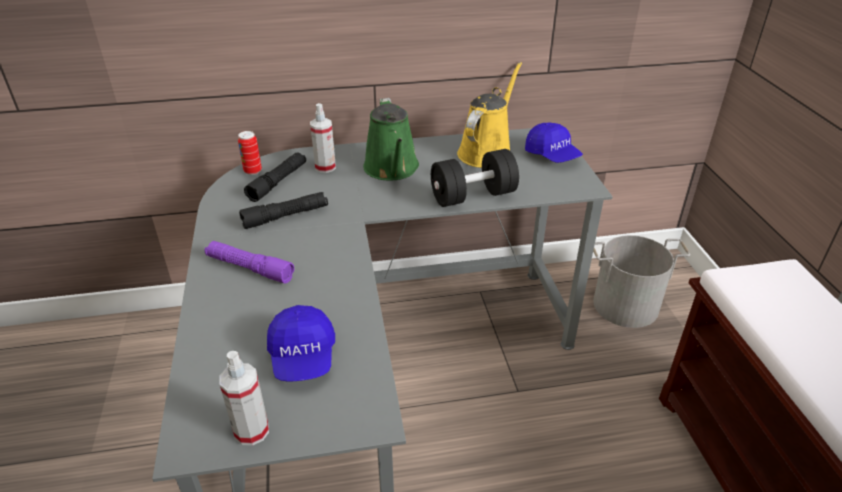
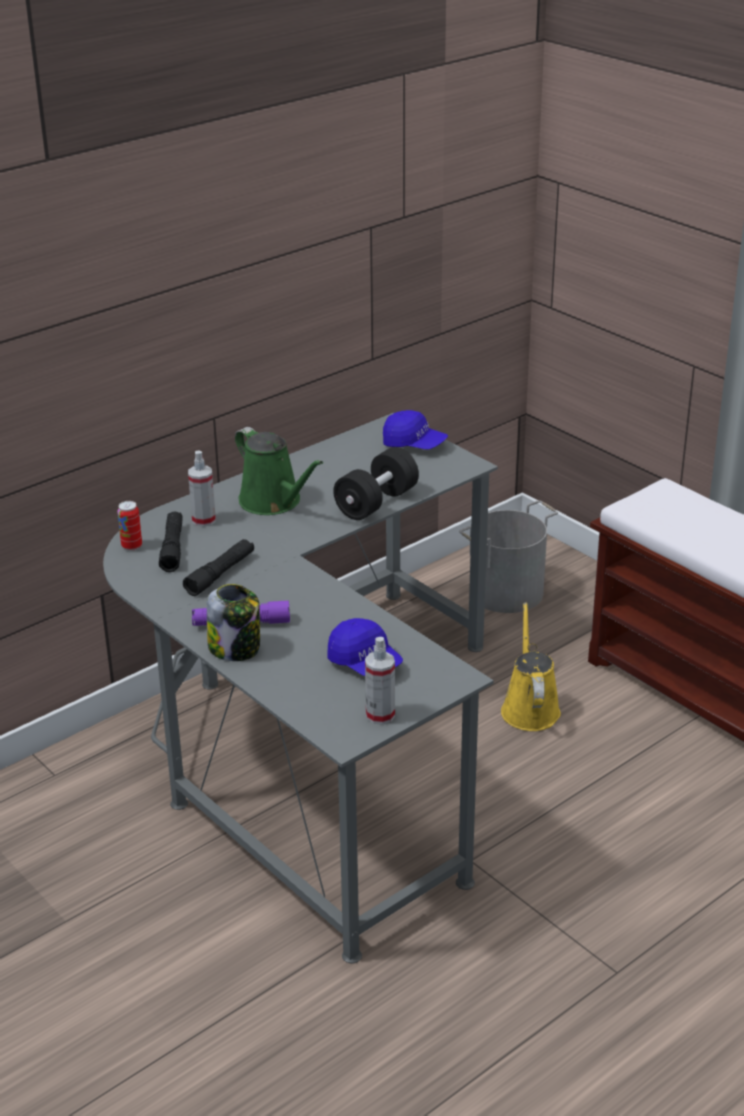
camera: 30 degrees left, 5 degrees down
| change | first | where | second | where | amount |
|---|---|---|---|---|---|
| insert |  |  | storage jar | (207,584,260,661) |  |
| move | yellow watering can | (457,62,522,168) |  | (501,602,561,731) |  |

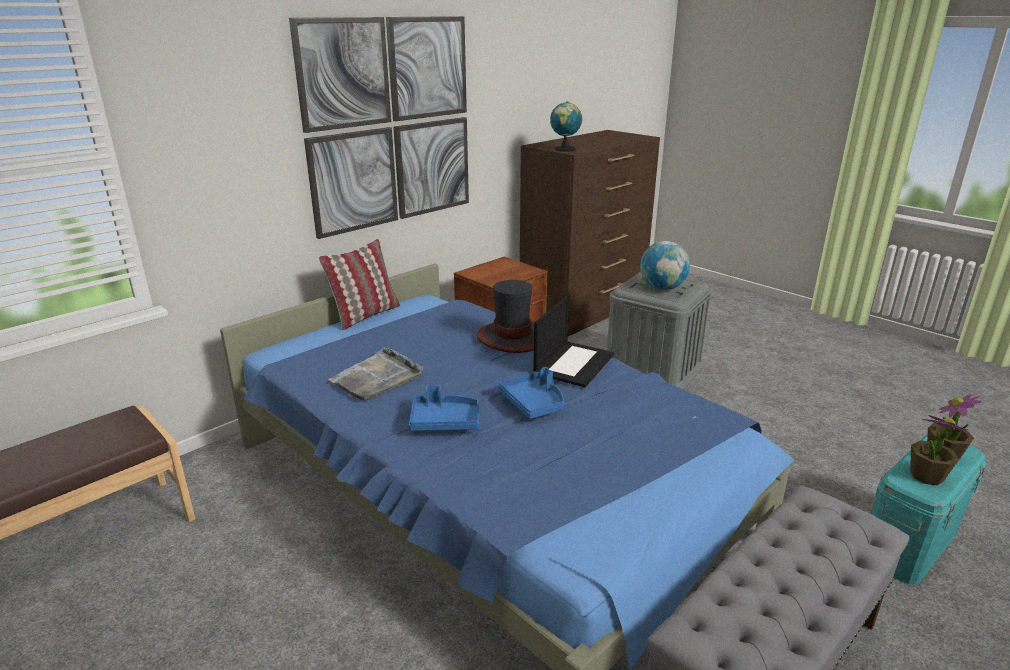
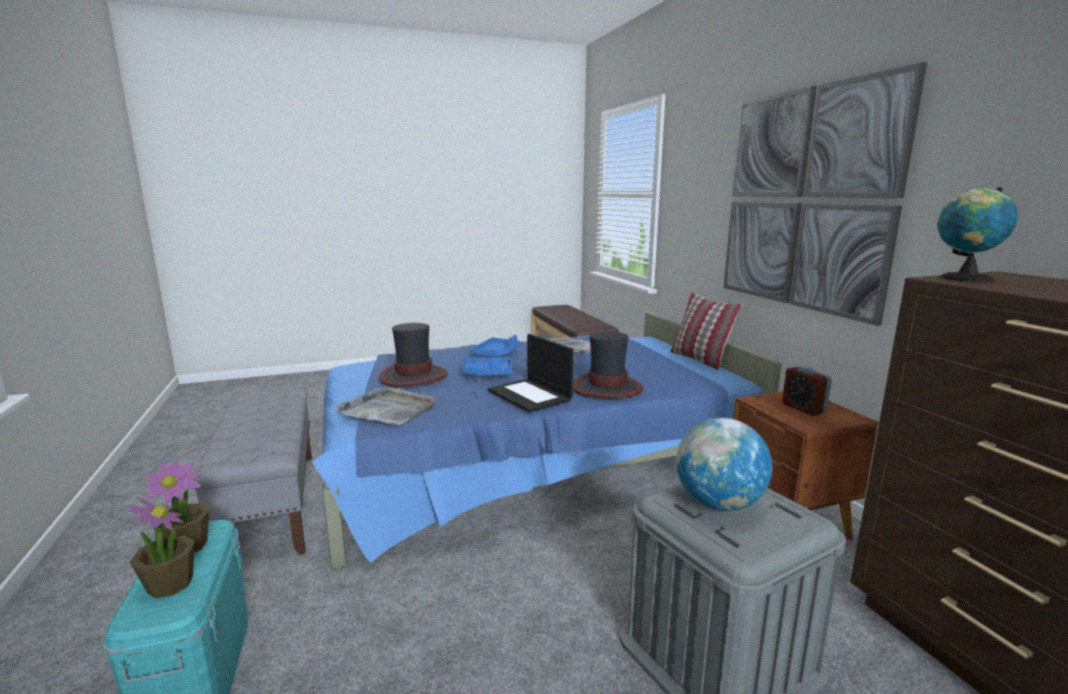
camera: 115 degrees right, 10 degrees down
| change | first | where | second | where | amount |
|---|---|---|---|---|---|
| insert |  |  | gray carrying tray | (333,385,437,425) |  |
| insert |  |  | hat | (379,323,448,387) |  |
| insert |  |  | table clock | (782,366,832,416) |  |

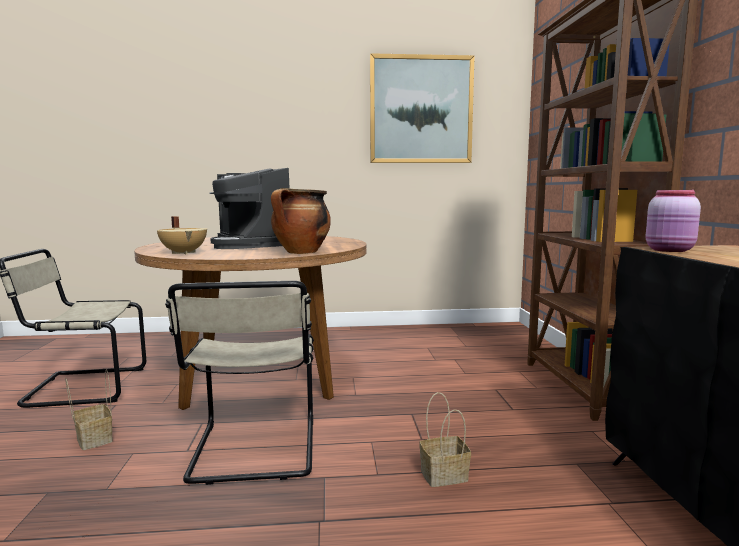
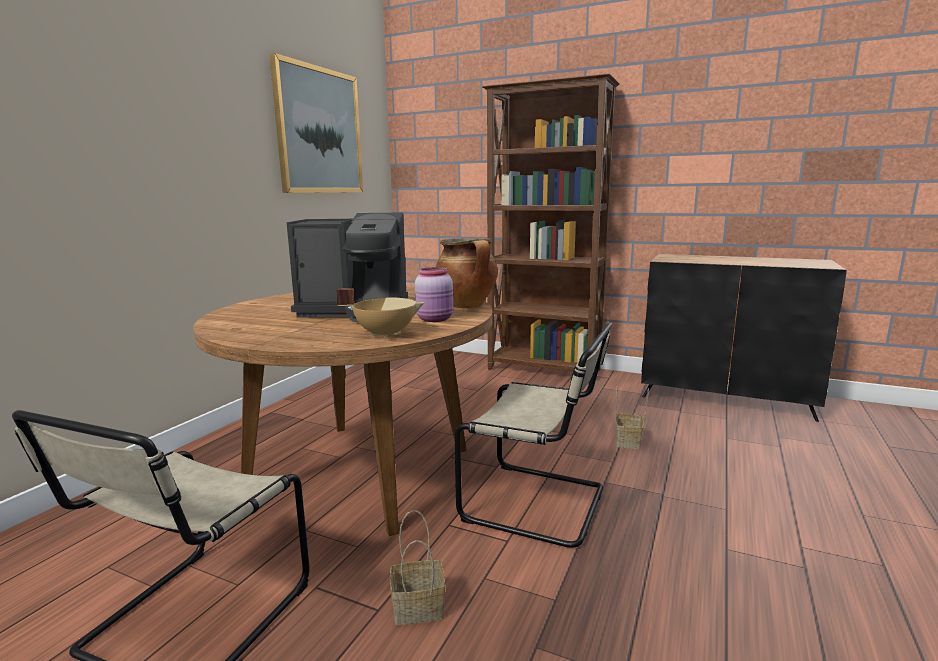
camera: 60 degrees left, 5 degrees up
| change | first | where | second | where | amount |
|---|---|---|---|---|---|
| move | pinkish storage jar | (646,190,701,252) |  | (415,267,453,322) |  |

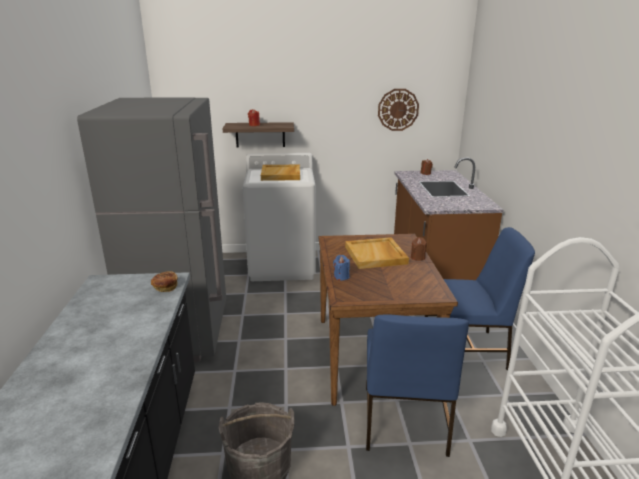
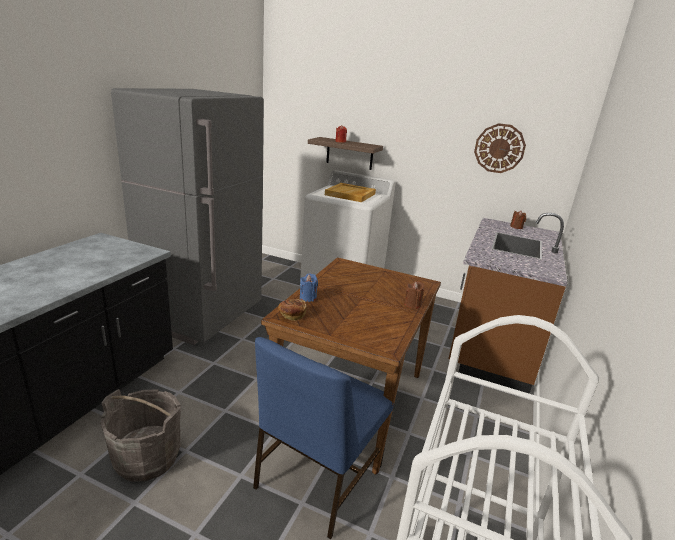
camera: 25 degrees right, 0 degrees up
| change | first | where | second | where | amount |
|---|---|---|---|---|---|
| move | bakery bread | (151,271,178,292) |  | (278,299,307,321) |  |
| delete | beige carrying tray | (345,237,409,269) |  |  |  |
| delete | blue-coloured chair | (425,227,535,370) |  |  |  |

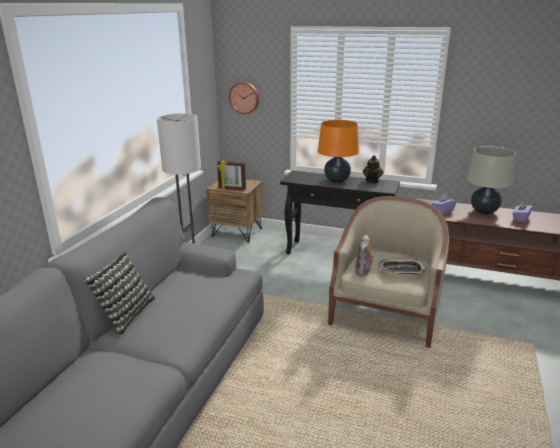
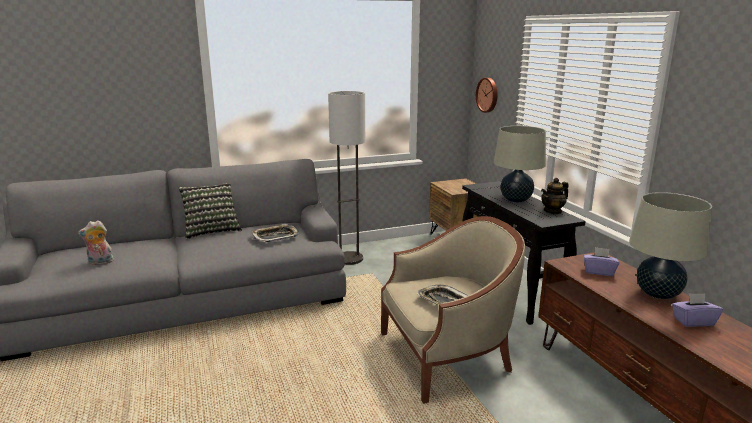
camera: 50 degrees right, 5 degrees down
| change | first | where | second | where | amount |
|---|---|---|---|---|---|
| move | plush toy | (355,235,374,277) |  | (78,220,114,265) |  |
| insert |  |  | carrying tray | (250,224,299,242) |  |
| recolor | orangey table lamp | (318,120,359,183) | beige table lamp | (494,126,546,203) |  |
| delete | photo frame | (217,161,246,191) |  |  |  |

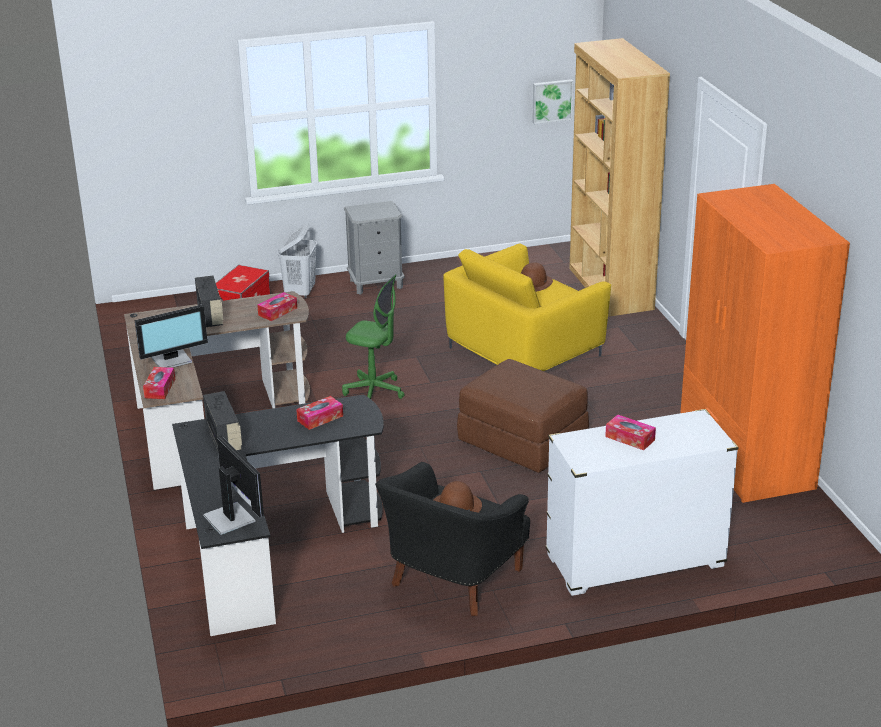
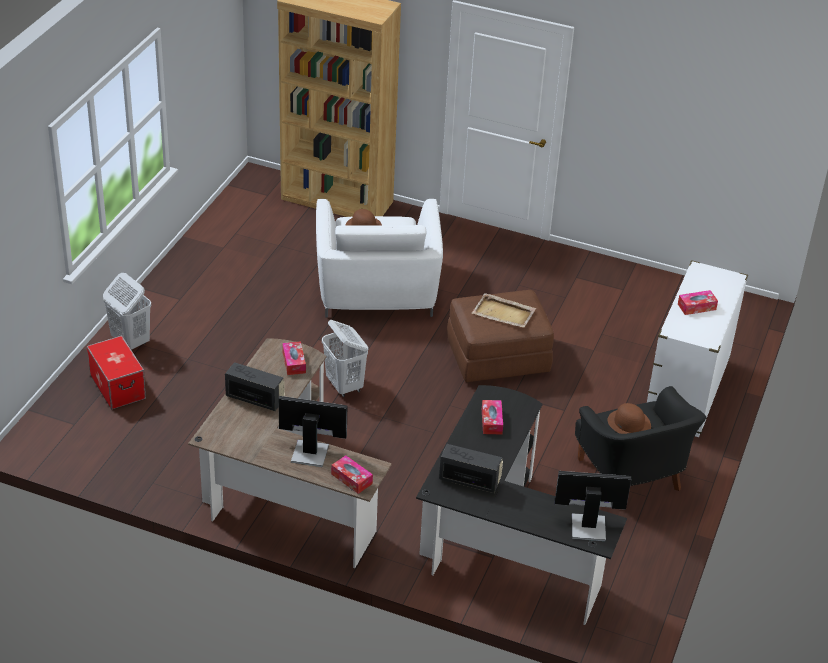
camera: 55 degrees left, 10 degrees up
| change | first | where | second | where | amount |
|---|---|---|---|---|---|
| rotate | monitor | (135,305,208,368) |  | (278,396,347,467) | 90 degrees counterclockwise |
| recolor | yellow easy chair | (443,243,611,371) | whitish easy chair | (316,199,443,318) |  |
| replace | green-coloured computer chair | (342,274,404,399) | whitish hamper | (322,320,368,397) |  |
| insert |  |  | beige carrying tray | (472,293,536,328) |  |
| delete | gray night table | (344,201,405,295) |  |  |  |
| delete | wall art | (532,79,573,124) |  |  |  |
| delete | orangey wardrobe | (680,184,850,503) |  |  |  |

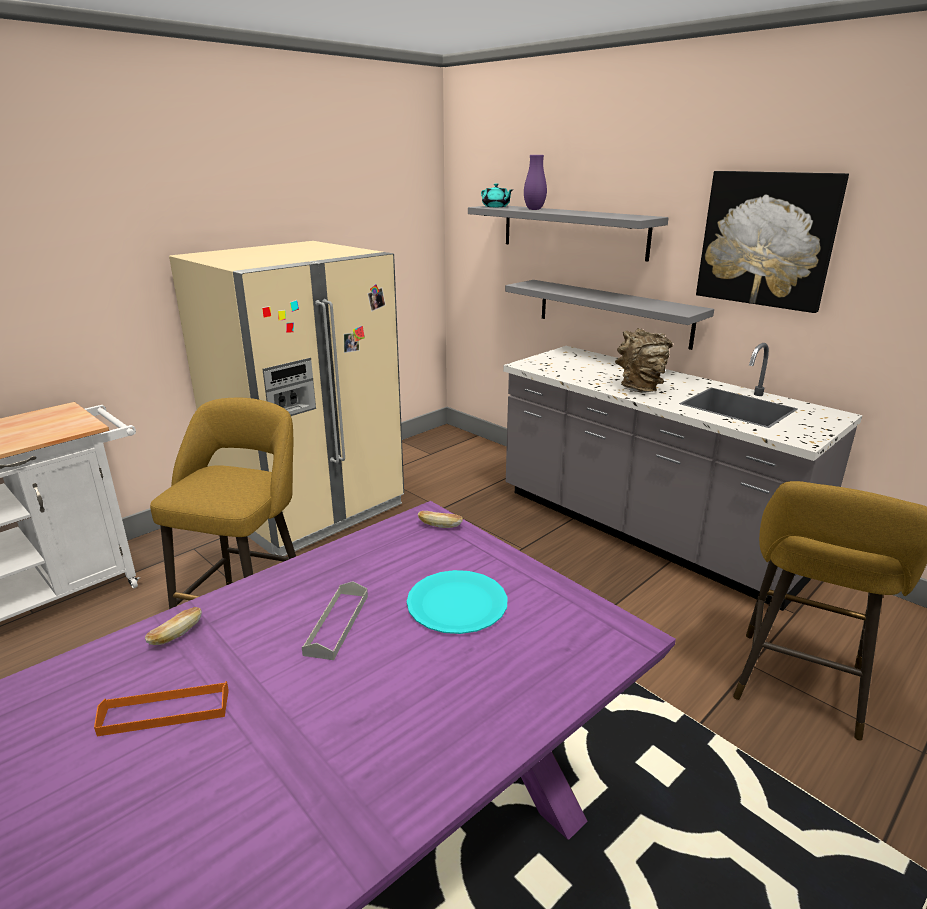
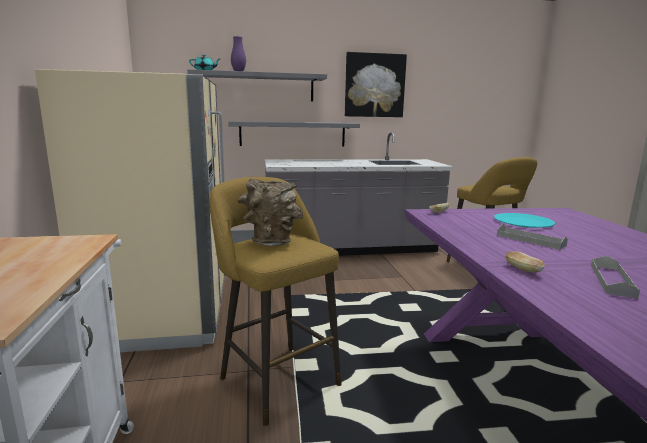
camera: 55 degrees left, 10 degrees down
| change | first | where | second | where | amount |
|---|---|---|---|---|---|
| move | brown-coloured vase | (615,328,673,393) |  | (237,178,303,246) |  |
| recolor | orangey carrying tray | (94,681,229,736) | gray carrying tray | (591,256,640,299) |  |

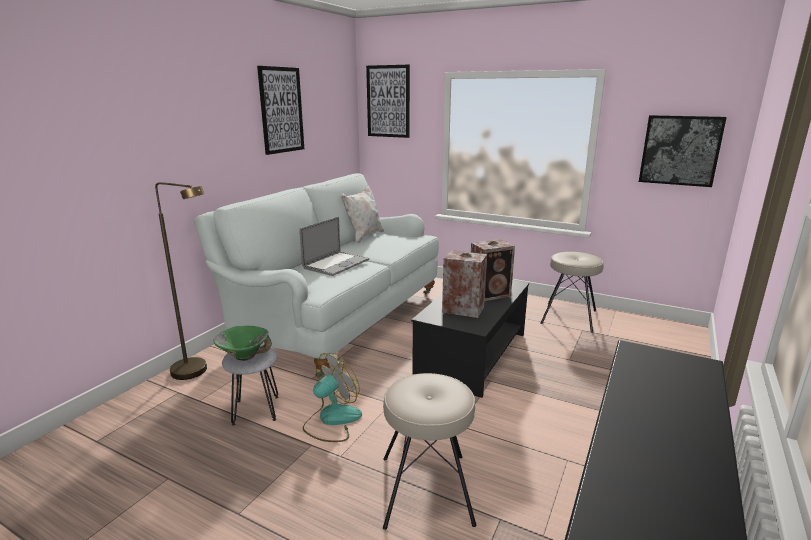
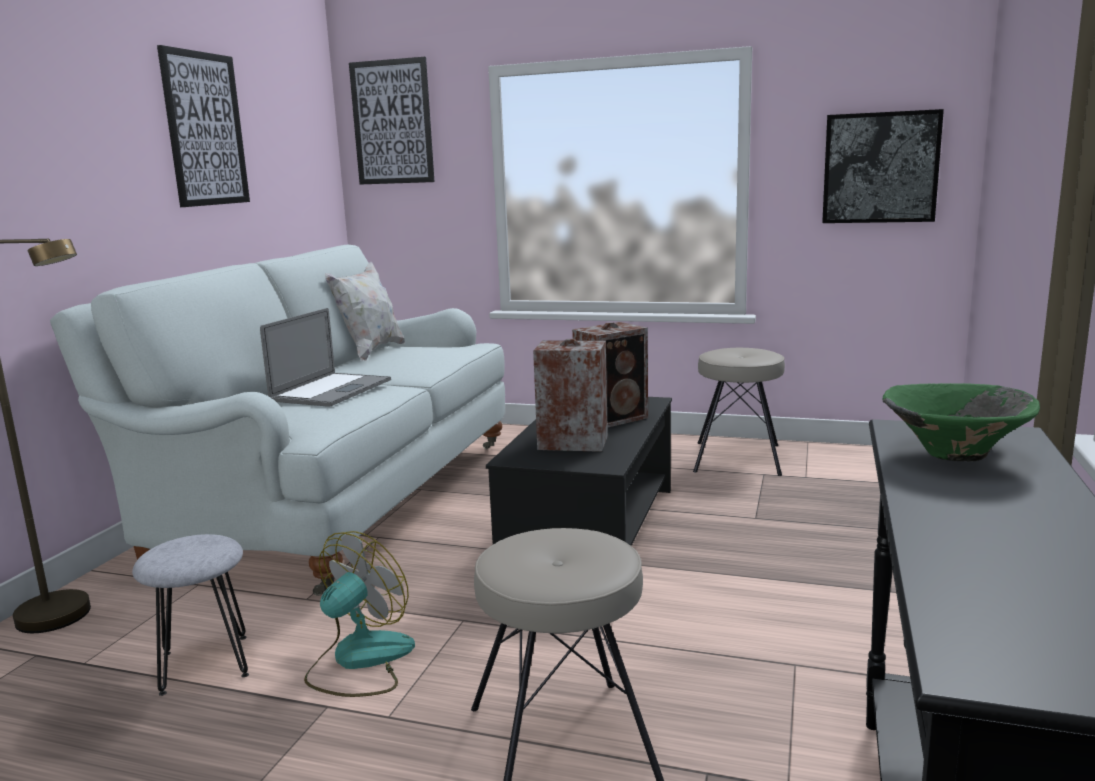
camera: 10 degrees left, 5 degrees down
| change | first | where | second | where | amount |
|---|---|---|---|---|---|
| move | green-coloured bowl | (213,326,272,361) |  | (883,383,1040,461) |  |

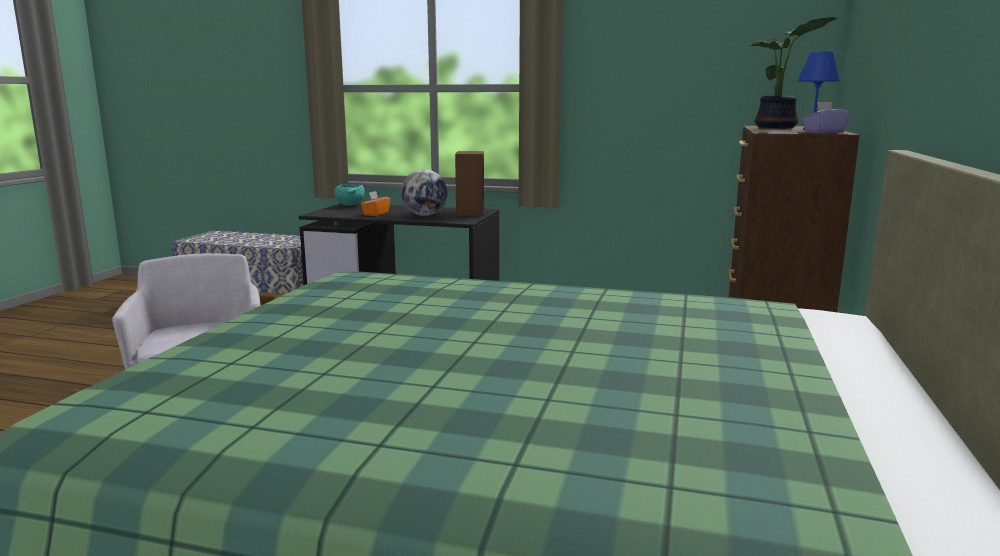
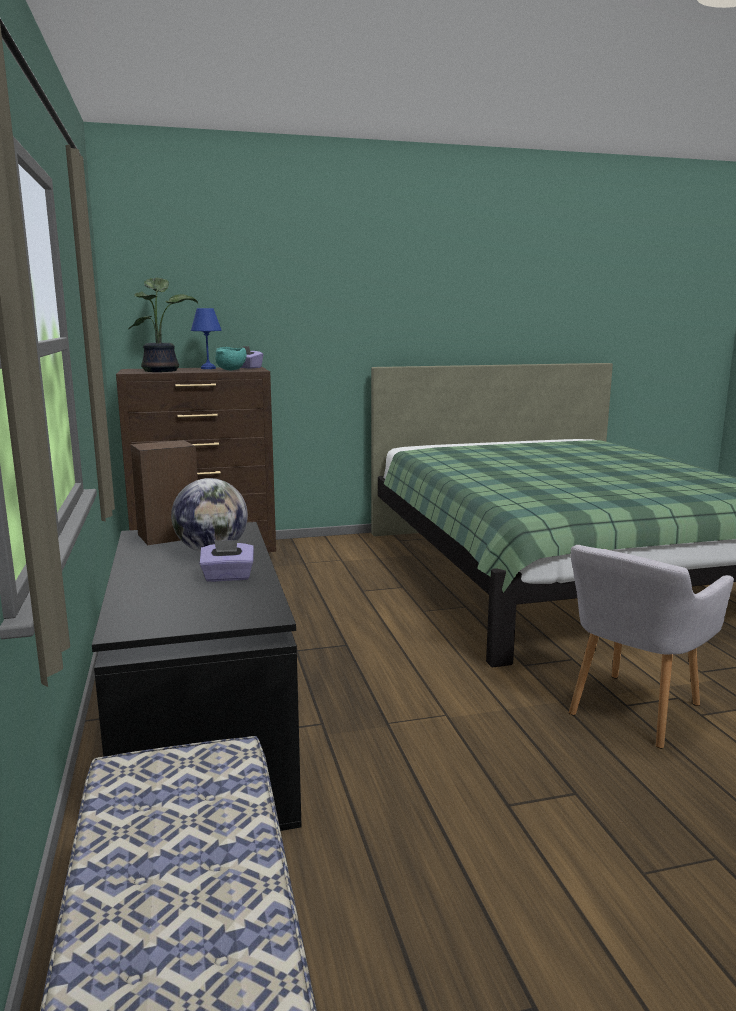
camera: 120 degrees left, 0 degrees up
| change | first | where | second | where | amount |
|---|---|---|---|---|---|
| recolor | orangey tissue box | (361,191,390,216) | purple-coloured tissue box | (199,540,254,582) |  |
| move | turquoise-coloured bowl | (335,184,365,206) |  | (215,347,247,370) |  |

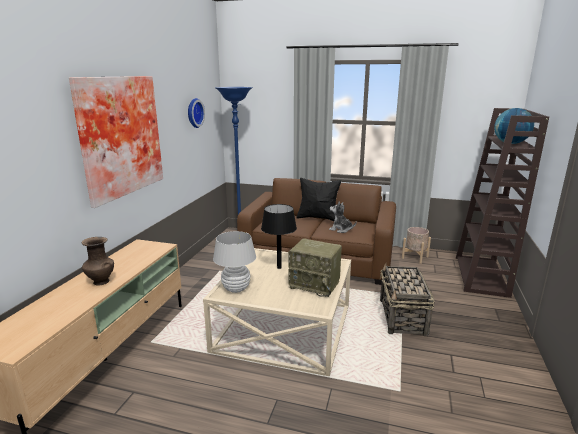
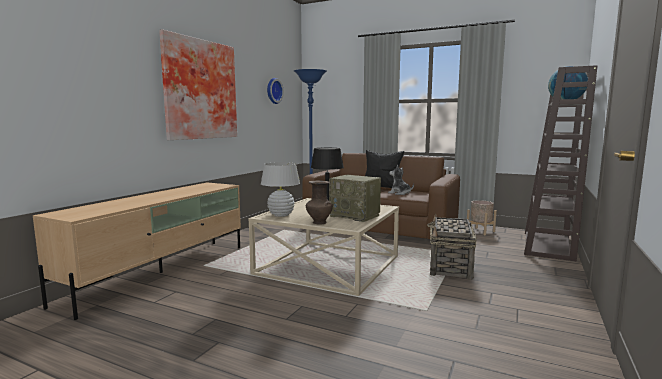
camera: 10 degrees right, 10 degrees down
| change | first | where | second | where | amount |
|---|---|---|---|---|---|
| move | brown-coloured vase | (82,237,114,285) |  | (306,180,333,225) |  |

